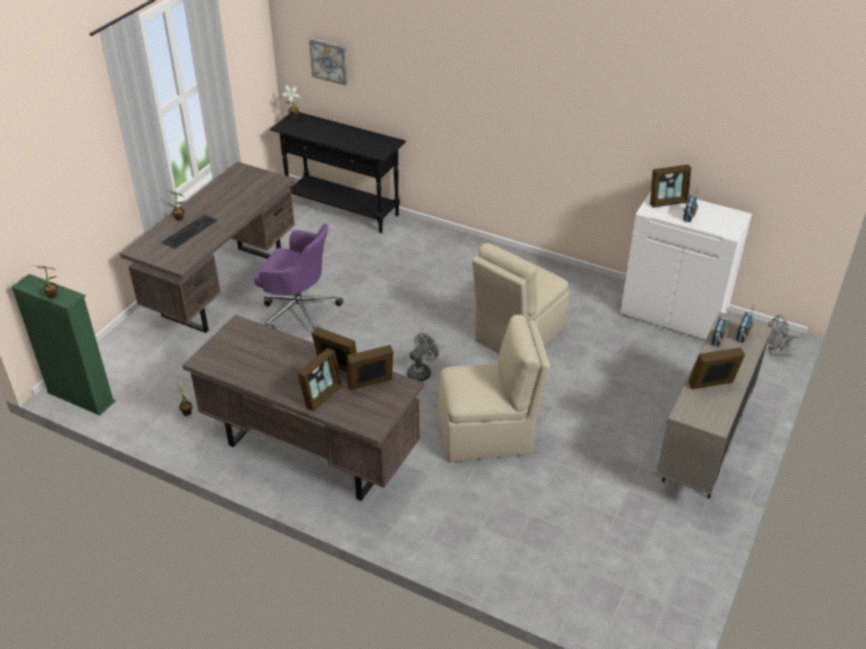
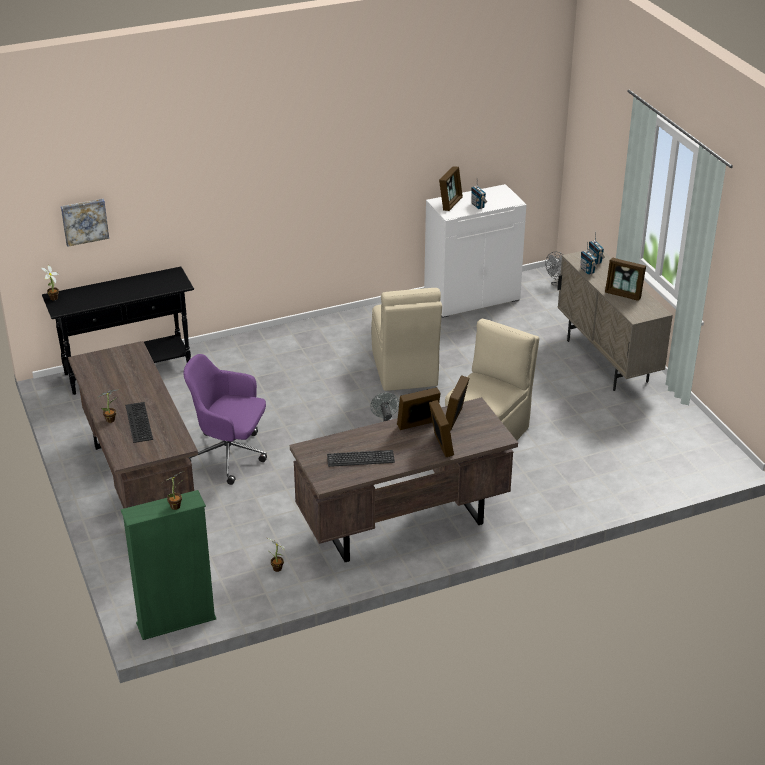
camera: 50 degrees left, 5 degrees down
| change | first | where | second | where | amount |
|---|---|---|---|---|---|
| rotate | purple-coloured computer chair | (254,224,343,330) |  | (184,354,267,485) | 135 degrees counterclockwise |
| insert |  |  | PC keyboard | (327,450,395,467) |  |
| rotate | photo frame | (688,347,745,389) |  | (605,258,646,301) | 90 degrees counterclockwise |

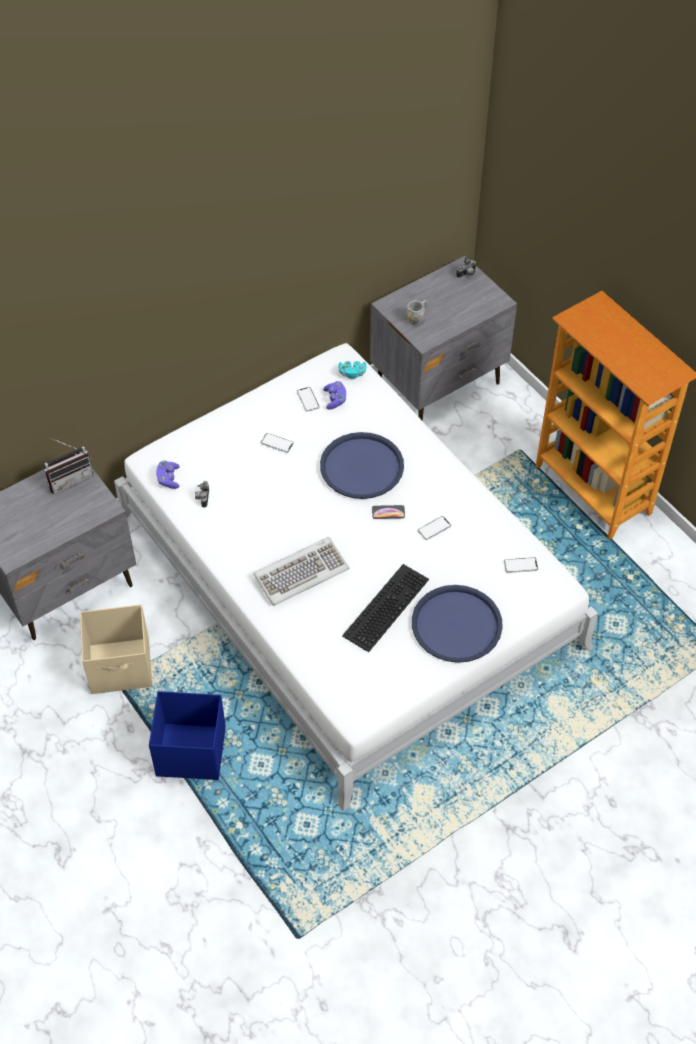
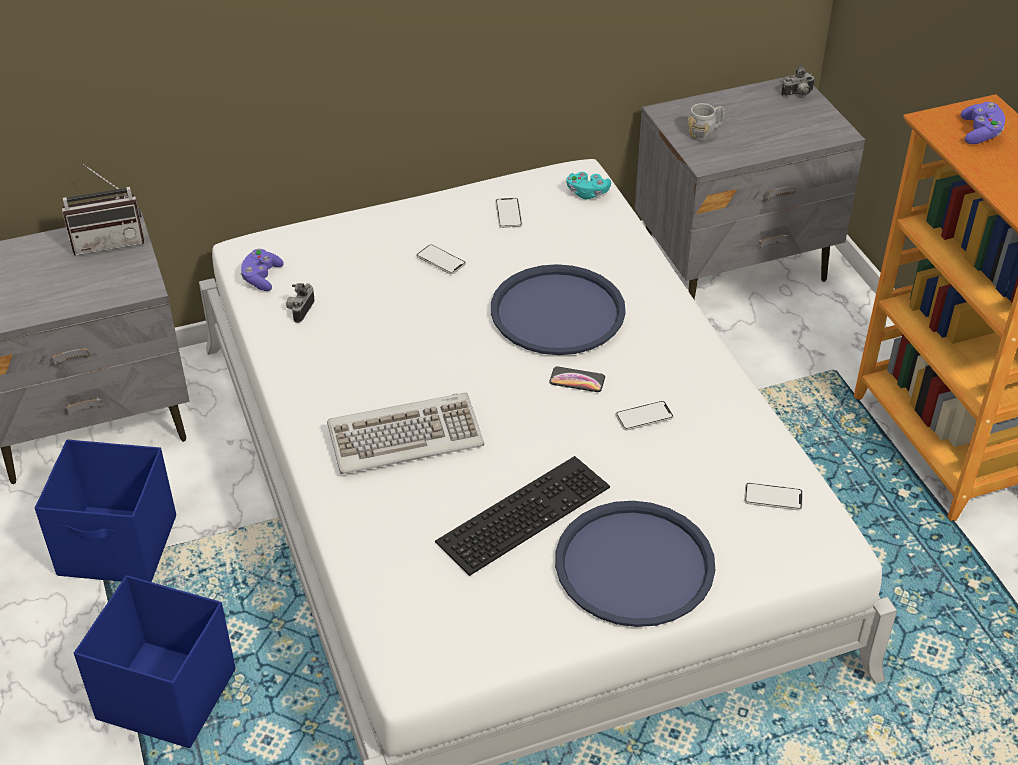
camera: 15 degrees right, 10 degrees down
| change | first | where | second | where | amount |
|---|---|---|---|---|---|
| recolor | beige storage box | (80,604,152,694) | blue-coloured storage box | (35,439,176,582) |  |
| move | purple-coloured gamepad | (323,381,346,409) |  | (961,102,1005,144) |  |

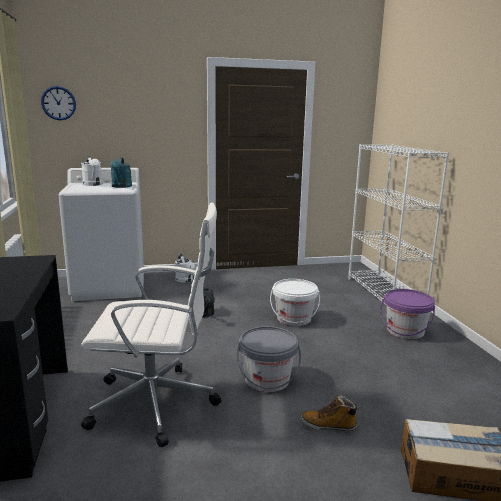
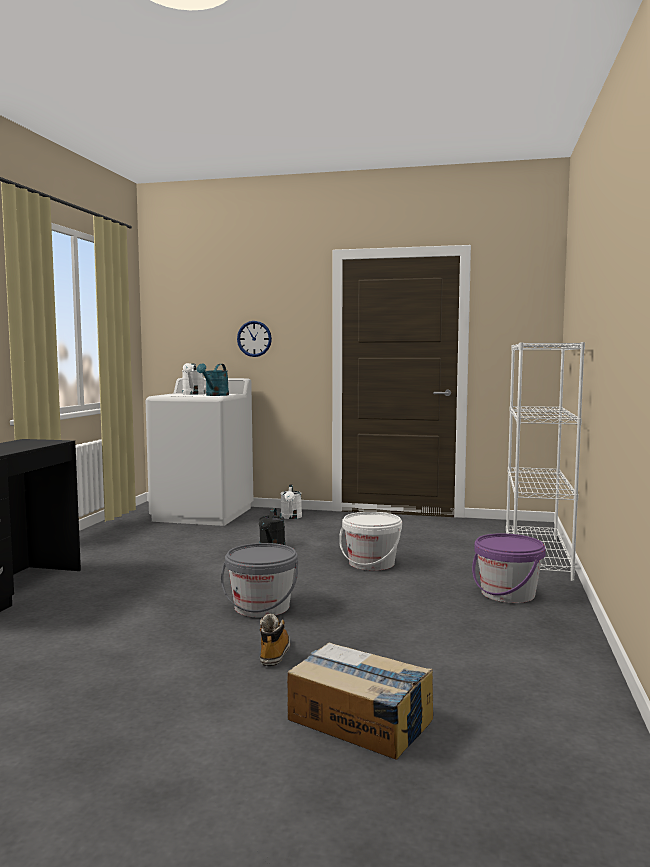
camera: 25 degrees right, 10 degrees down
| change | first | where | second | where | amount |
|---|---|---|---|---|---|
| move | hanging clock | (41,86,76,120) |  | (237,321,272,357) |  |
| rotate | boot | (301,395,359,432) |  | (260,614,290,666) | 60 degrees clockwise |
| delete | whitish computer chair | (81,202,221,447) |  |  |  |

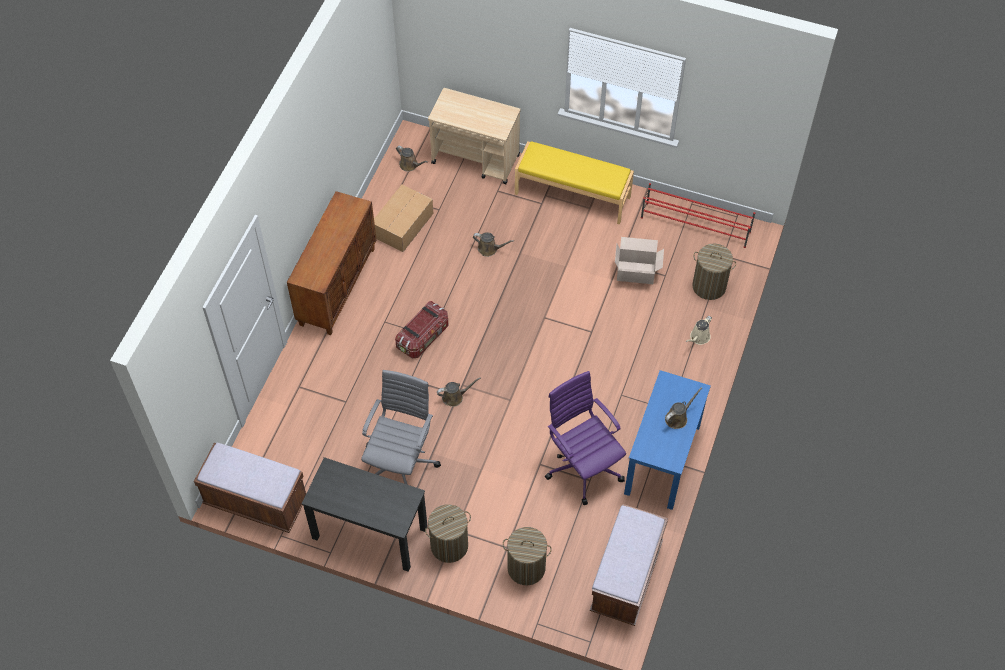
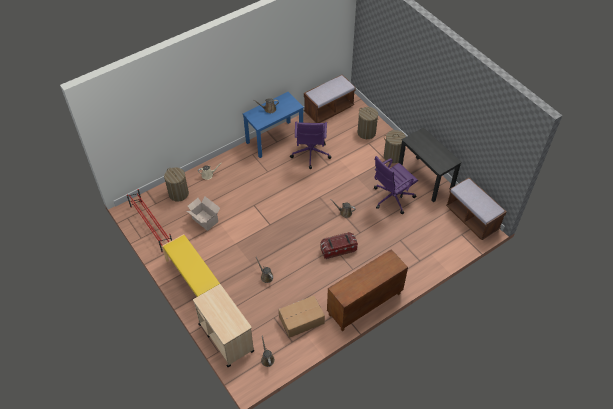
camera: 145 degrees left, 5 degrees down
| change | first | where | second | where | amount |
|---|---|---|---|---|---|
| recolor | gray computer chair | (361,370,441,484) | purple-coloured computer chair | (374,156,418,215) |  |

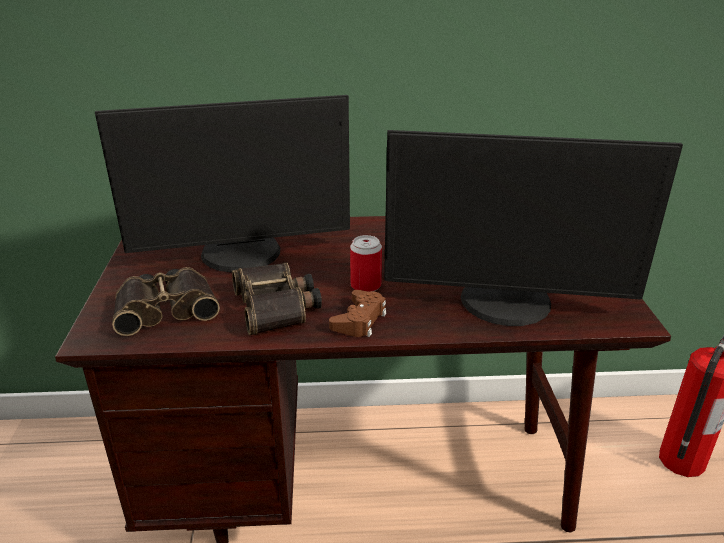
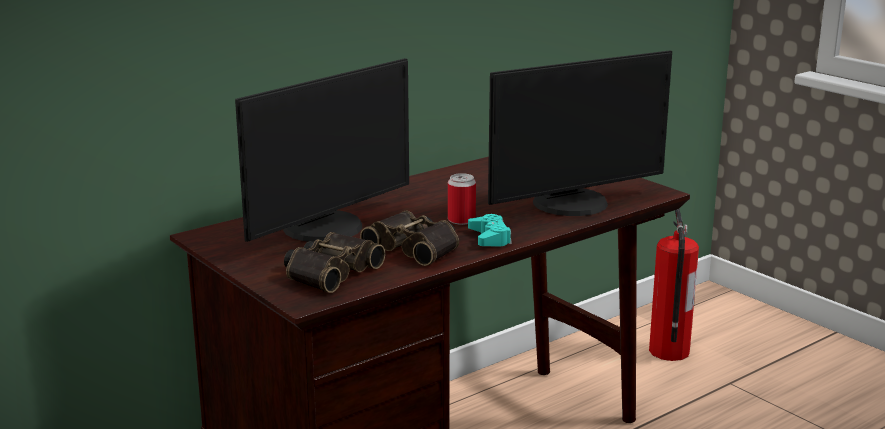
camera: 35 degrees left, 10 degrees down
| change | first | where | second | where | amount |
|---|---|---|---|---|---|
| recolor | brown-coloured gamepad | (329,290,386,337) | turquoise-coloured gamepad | (468,214,512,247) |  |

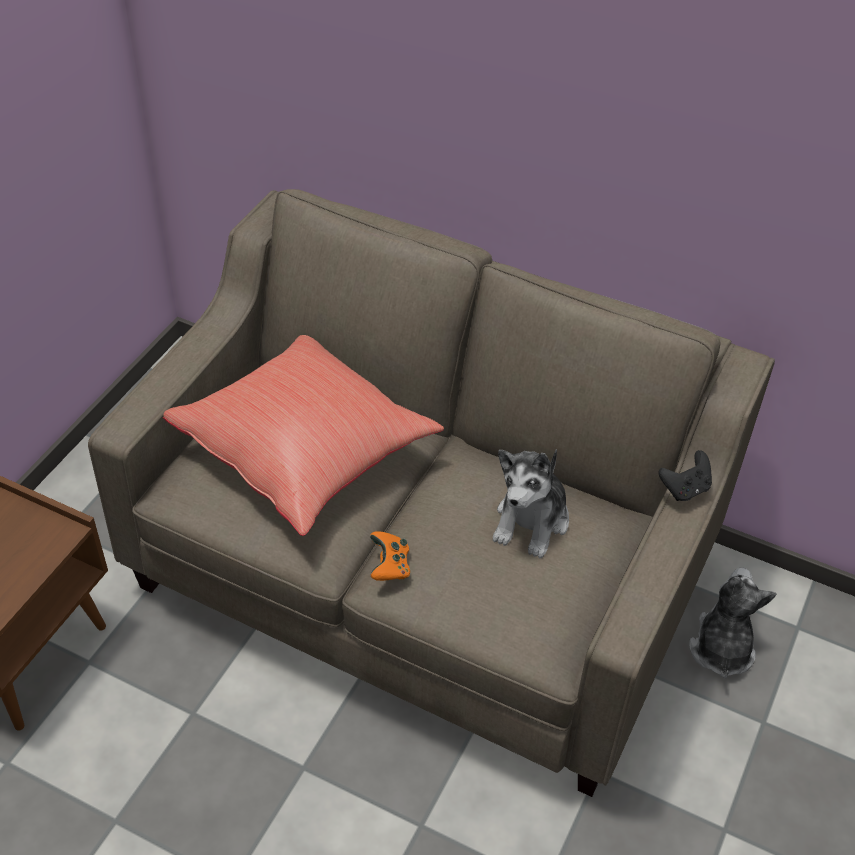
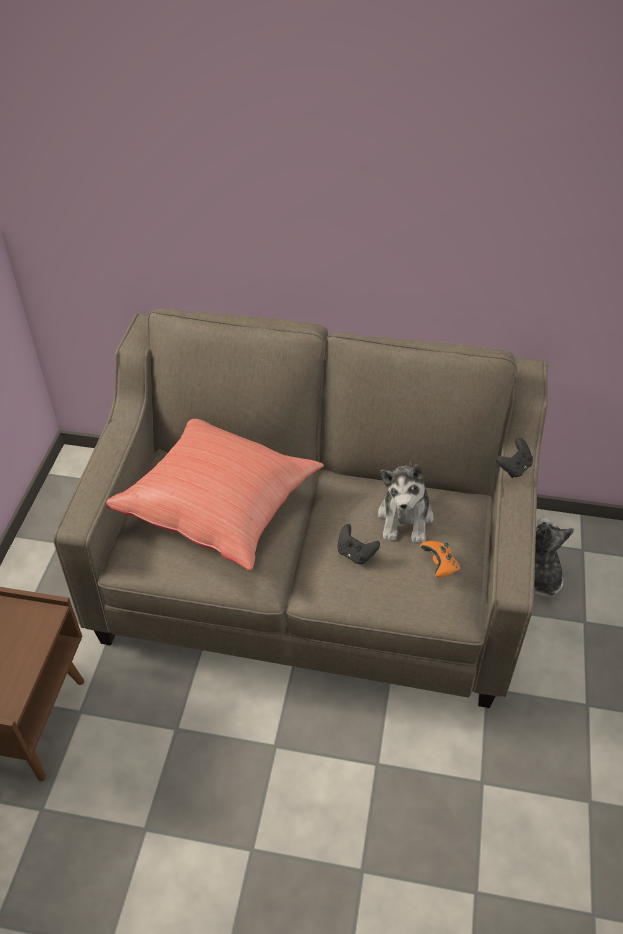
camera: 15 degrees left, 0 degrees up
| change | first | where | second | where | amount |
|---|---|---|---|---|---|
| insert |  |  | blackish gamepad | (337,524,380,564) |  |
| move | orangey gamepad | (370,531,410,581) |  | (420,541,460,578) |  |

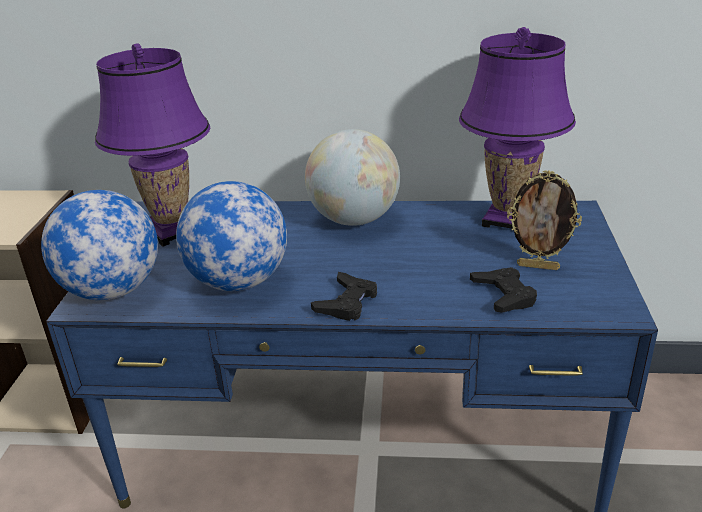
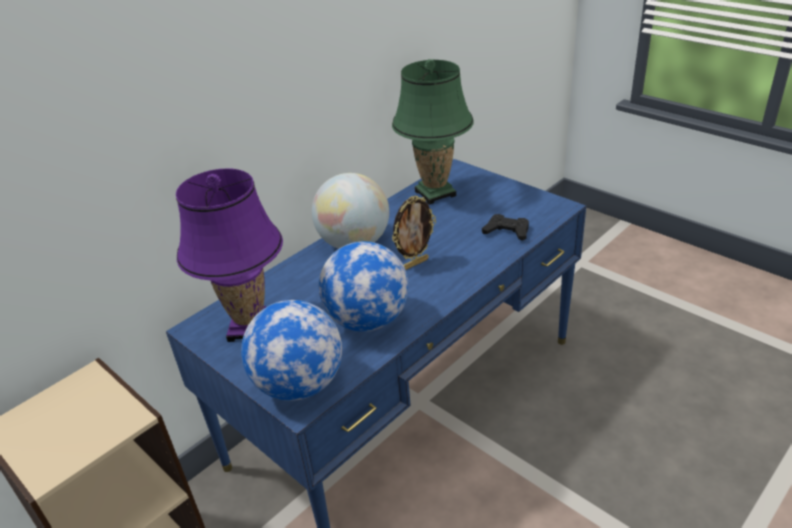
camera: 50 degrees left, 5 degrees up
| change | first | where | second | where | amount |
|---|---|---|---|---|---|
| recolor | purple-coloured table lamp | (459,27,576,229) | green-coloured table lamp | (392,59,474,205) |  |
| move | photo frame | (507,170,582,270) |  | (392,196,436,270) |  |
| delete | blackish gamepad | (311,272,377,321) |  |  |  |

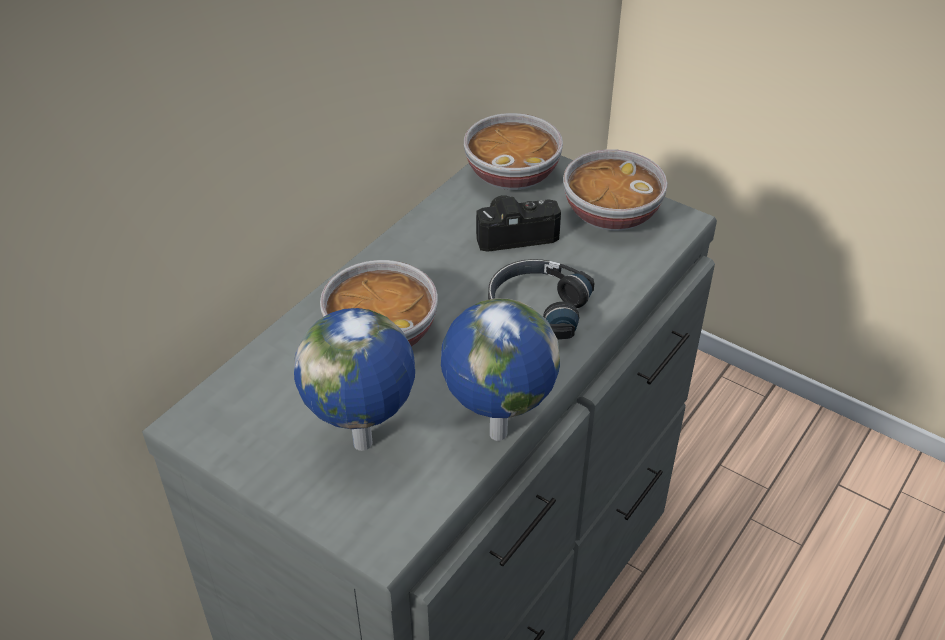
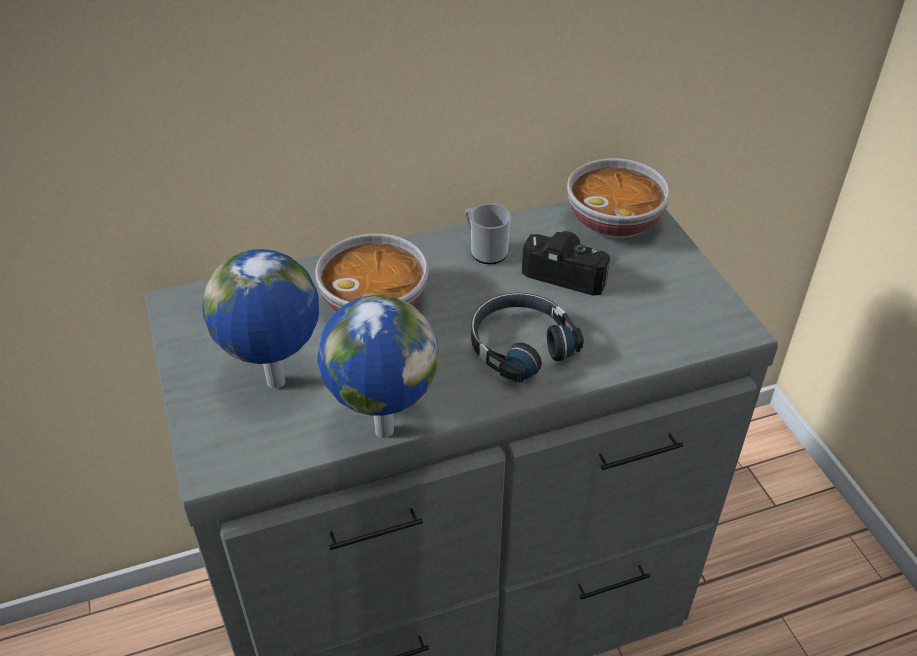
camera: 35 degrees right, 0 degrees up
| change | first | where | second | where | amount |
|---|---|---|---|---|---|
| insert |  |  | tea mug | (465,203,511,264) |  |
| delete | bowl | (563,149,668,231) |  |  |  |

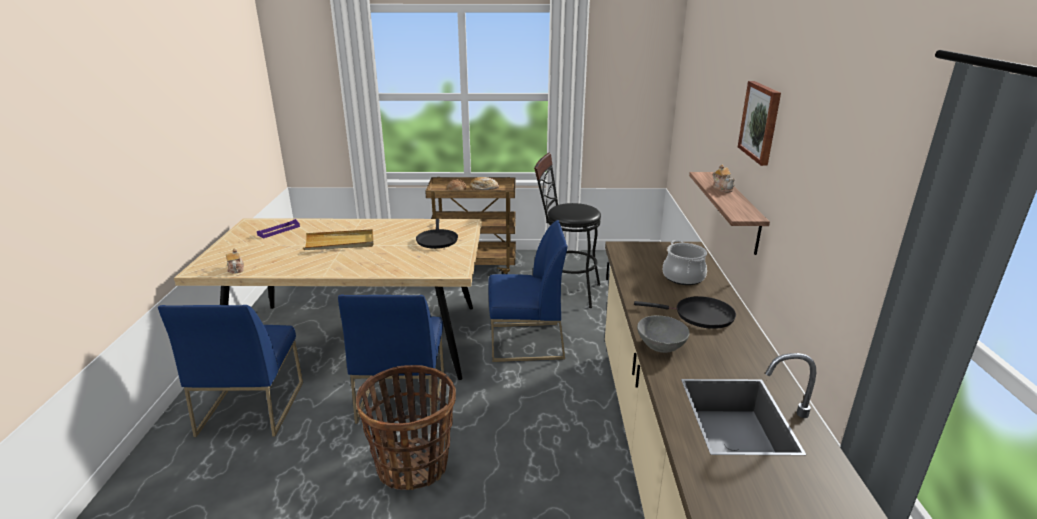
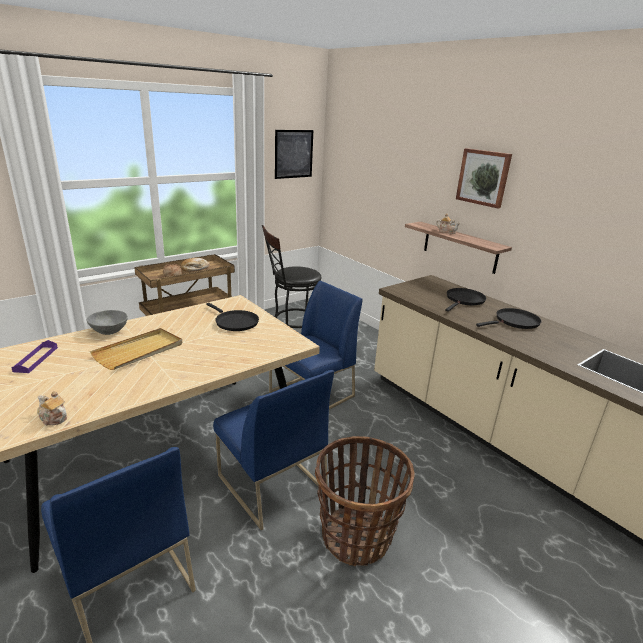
camera: 40 degrees left, 0 degrees up
| change | first | where | second | where | amount |
|---|---|---|---|---|---|
| move | gray bowl | (637,316,689,353) |  | (87,310,128,335) |  |
| insert |  |  | wall art | (275,130,313,179) |  |
| replace | saucepot | (663,240,707,285) | blackish frying pan | (445,288,486,312) |  |

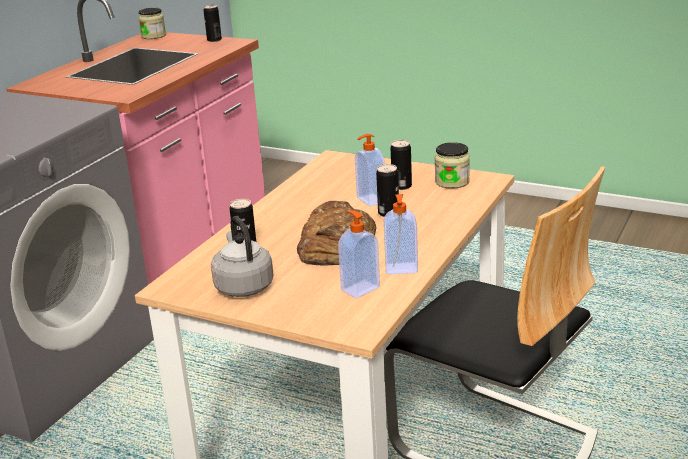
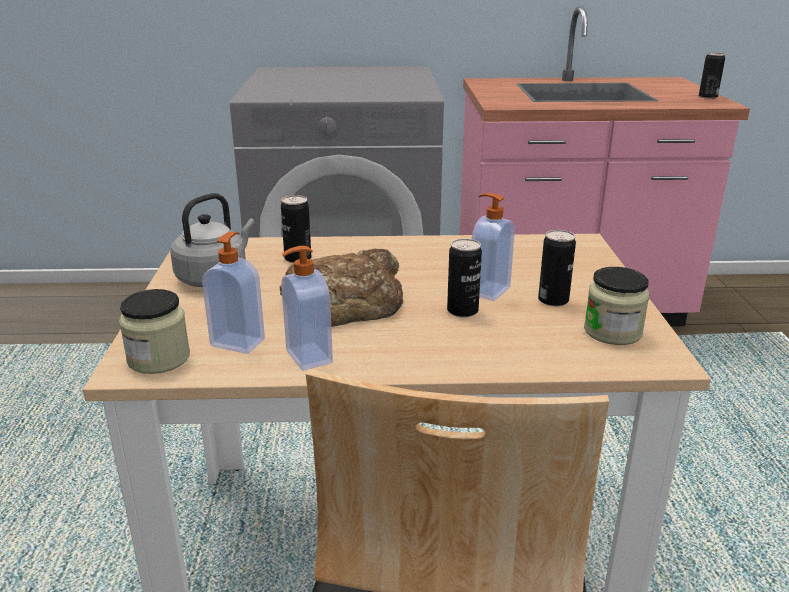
camera: 60 degrees right, 0 degrees up
| change | first | where | second | where | amount |
|---|---|---|---|---|---|
| move | storage jar | (138,8,166,39) |  | (119,289,190,374) |  |

